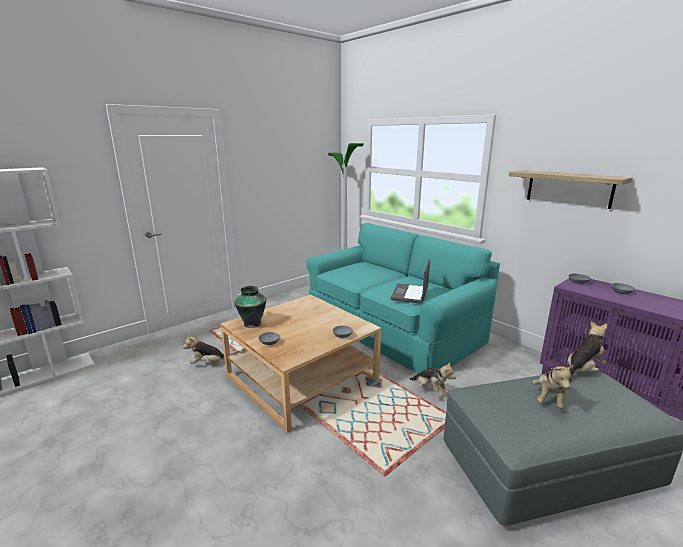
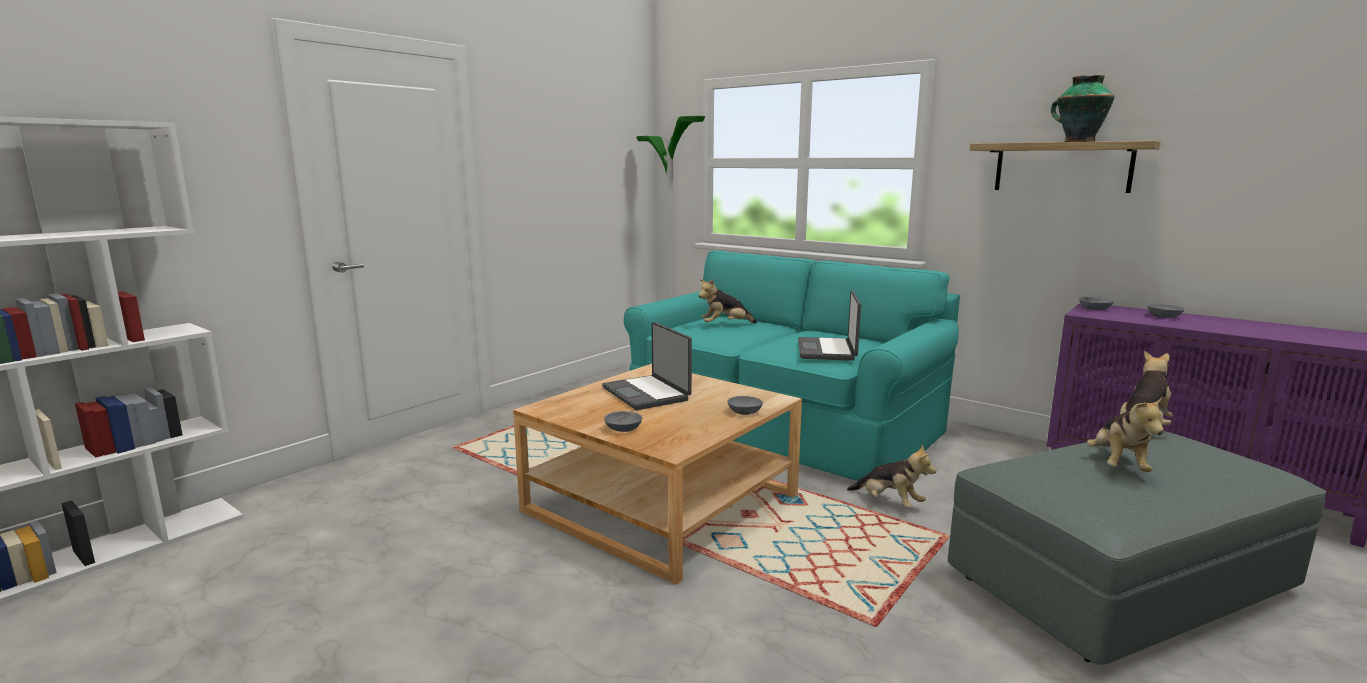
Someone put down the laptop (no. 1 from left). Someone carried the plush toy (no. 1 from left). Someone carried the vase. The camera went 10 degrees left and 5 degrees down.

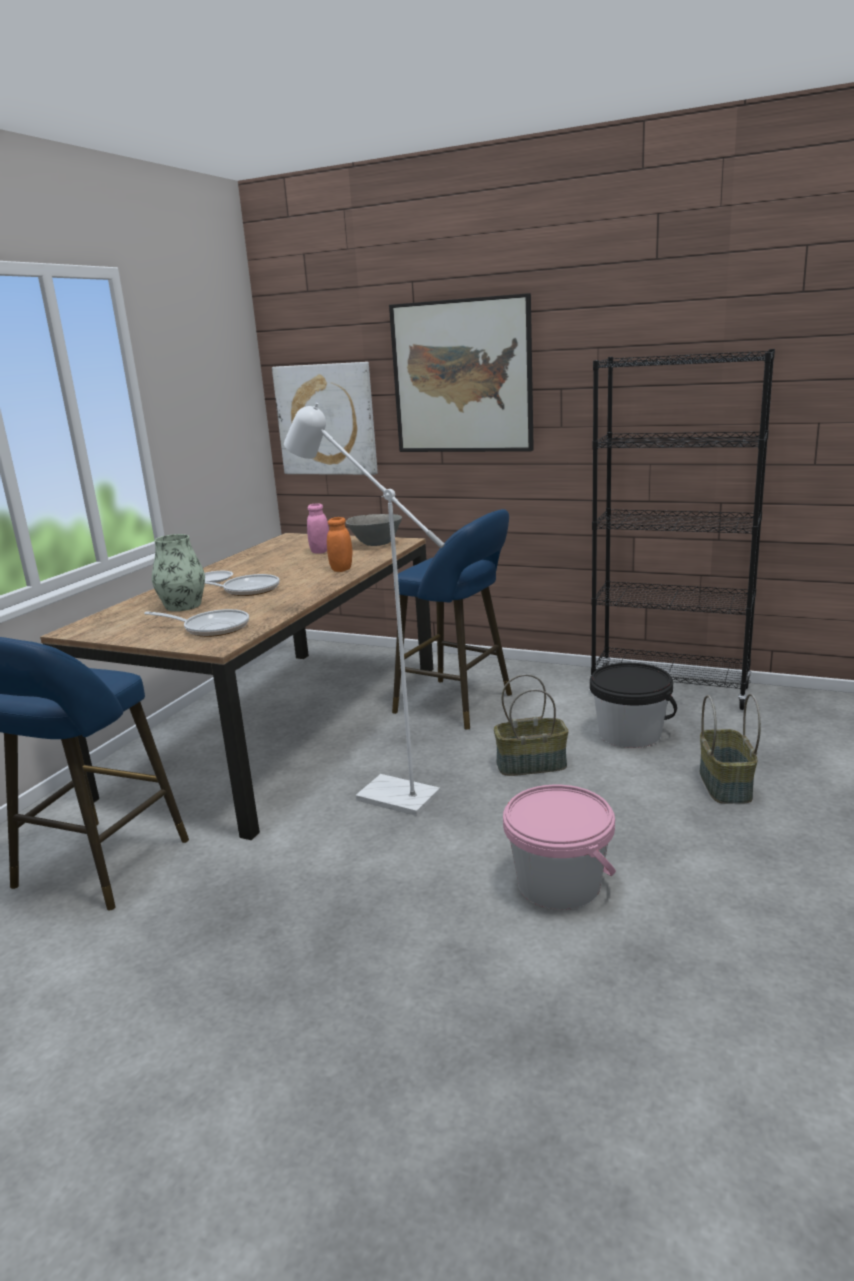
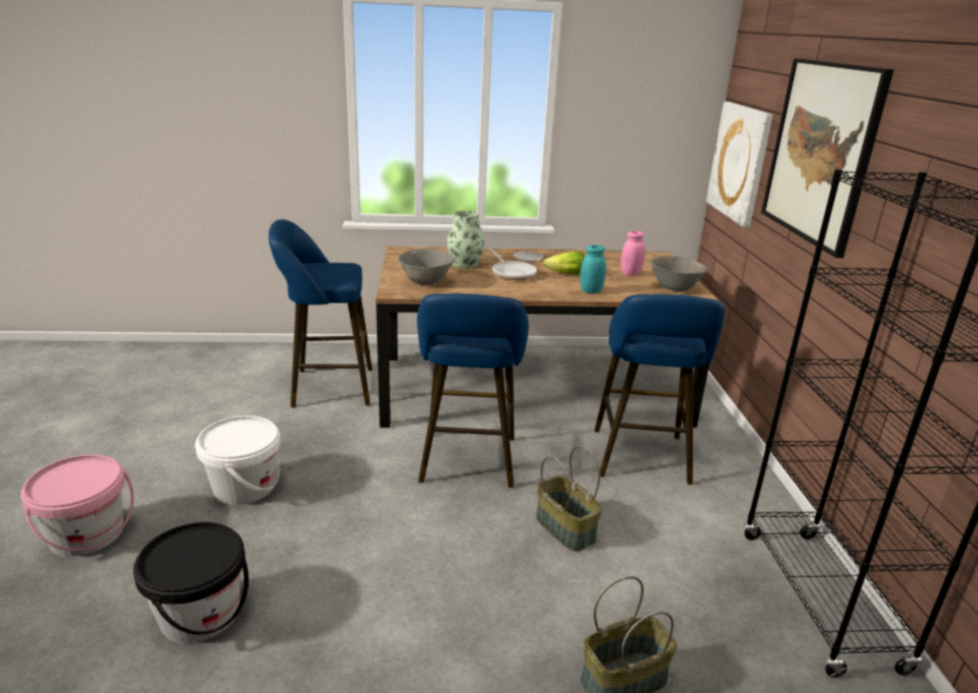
Someone carried the bucket/pink. Someone carried the bucket/black. Someone put down the bucket/white. Someone swapped the frying pan (no. 1 from left) for the bowl/grey (no. 1 from left). Someone swapped the floor lamp/white for the stool/blue (no. 2 from left). Someone put down the lettuce. Someone repainted the jar/orange, which became the jar/turquoise. The camera went 60 degrees right and 5 degrees up.

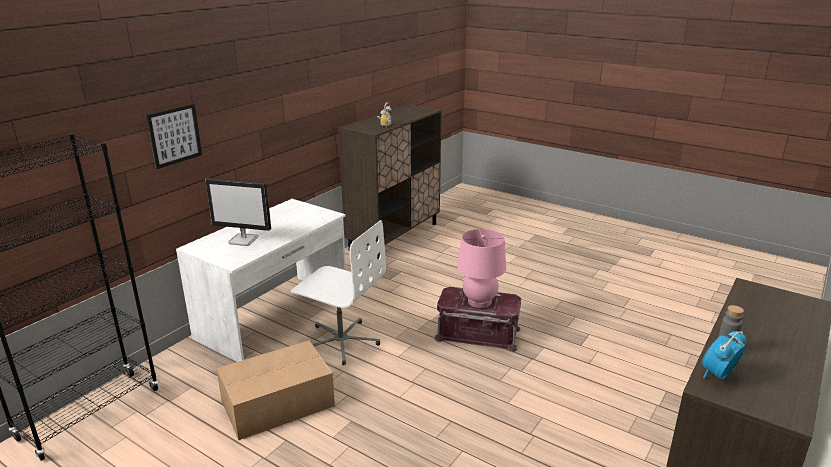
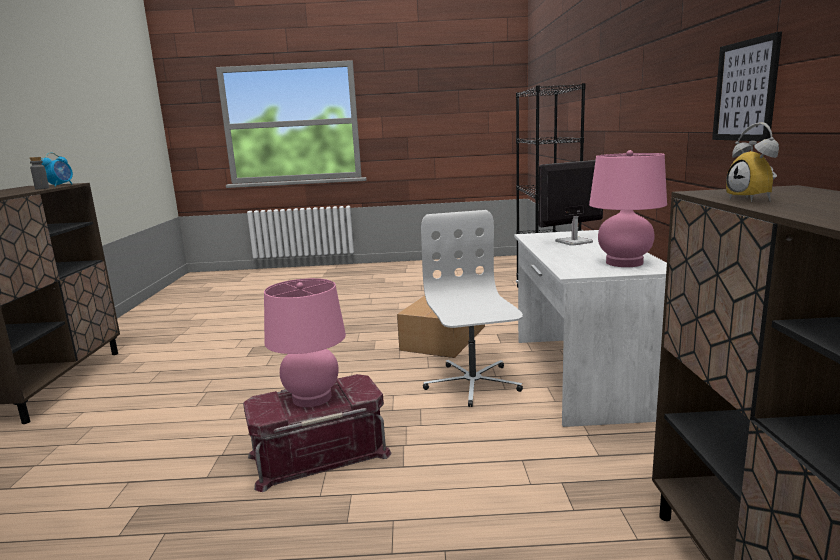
Someone rotated the office chair/white by 90 degrees clockwise. Someone put down the table lamp/pink (no. 2 from left). Someone carried the picture. The camera went 145 degrees right and 10 degrees down.

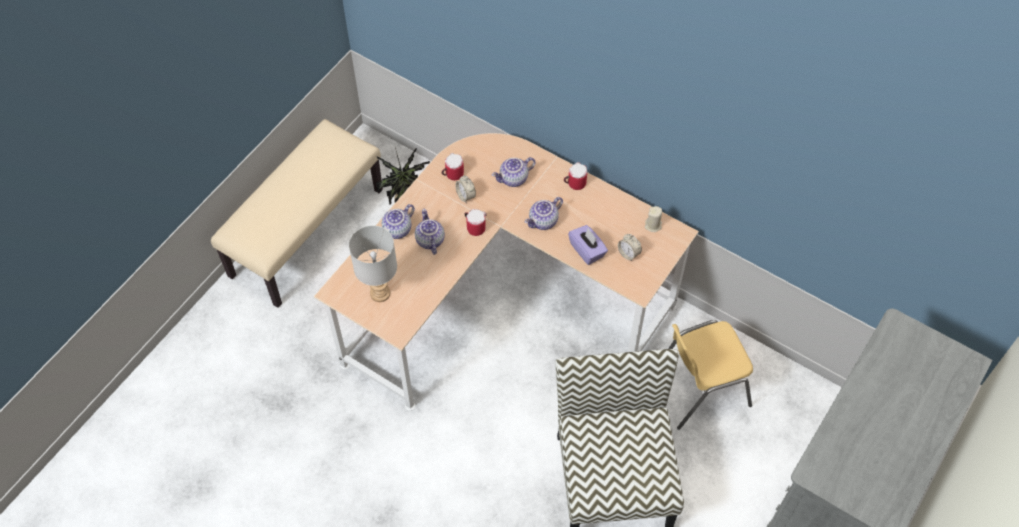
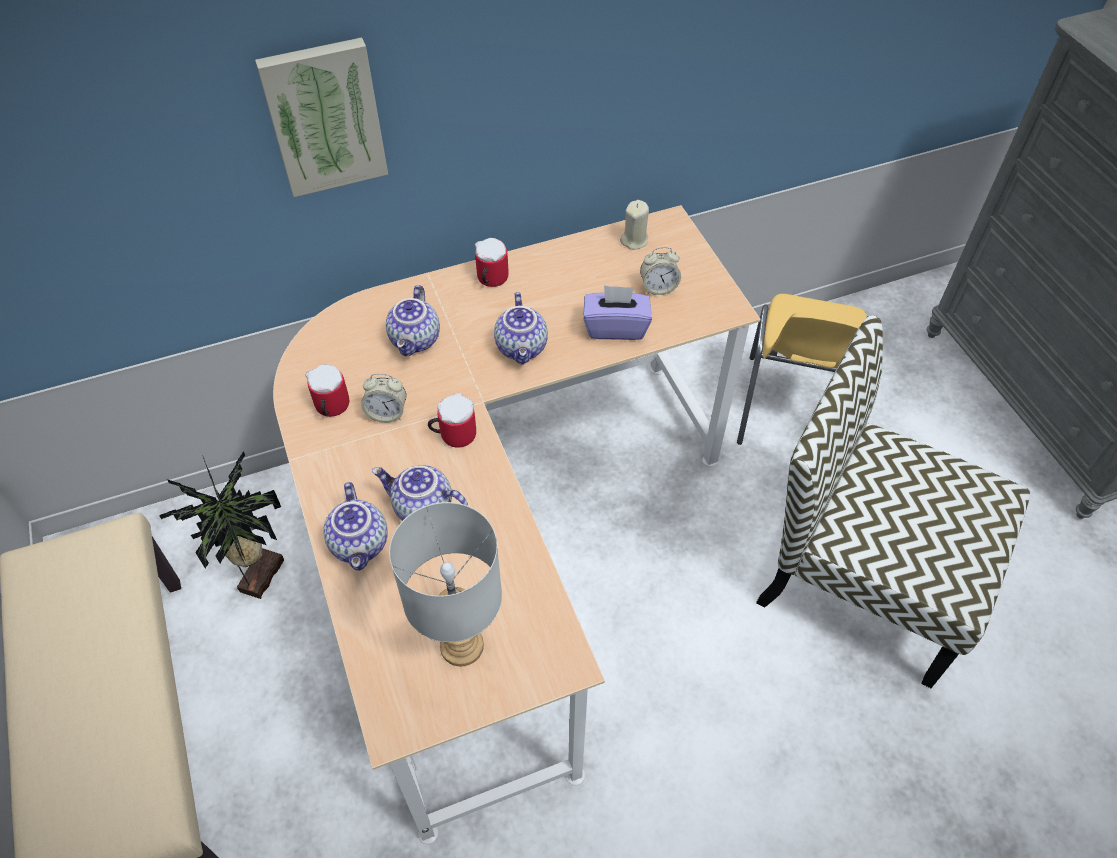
Someone put up the picture. The camera went 55 degrees left and 5 degrees down.

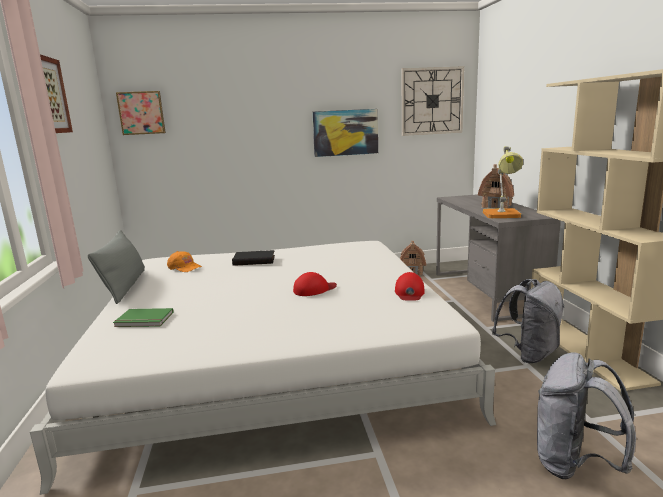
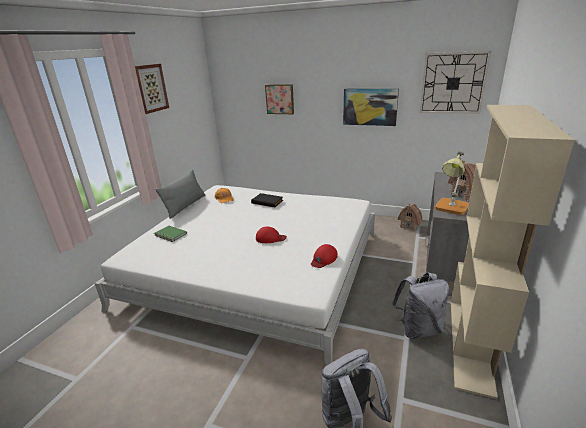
Someone carried the picture (no. 2 from left). The camera went 30 degrees right and 10 degrees up.

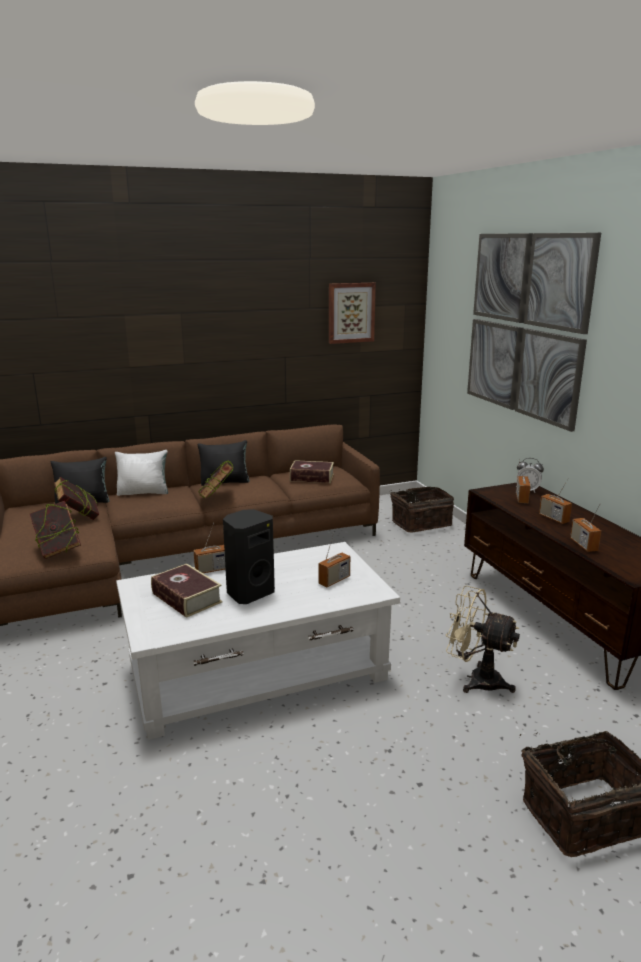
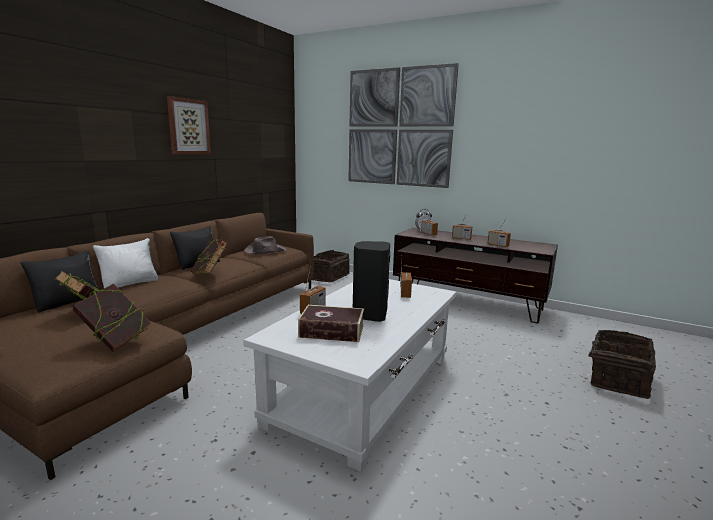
Someone carried the picture (no. 1 from left). Someone swapped the book (no. 5 from left) for the hat/brown. Someone took away the fan/beige. The camera went 40 degrees left and 5 degrees down.

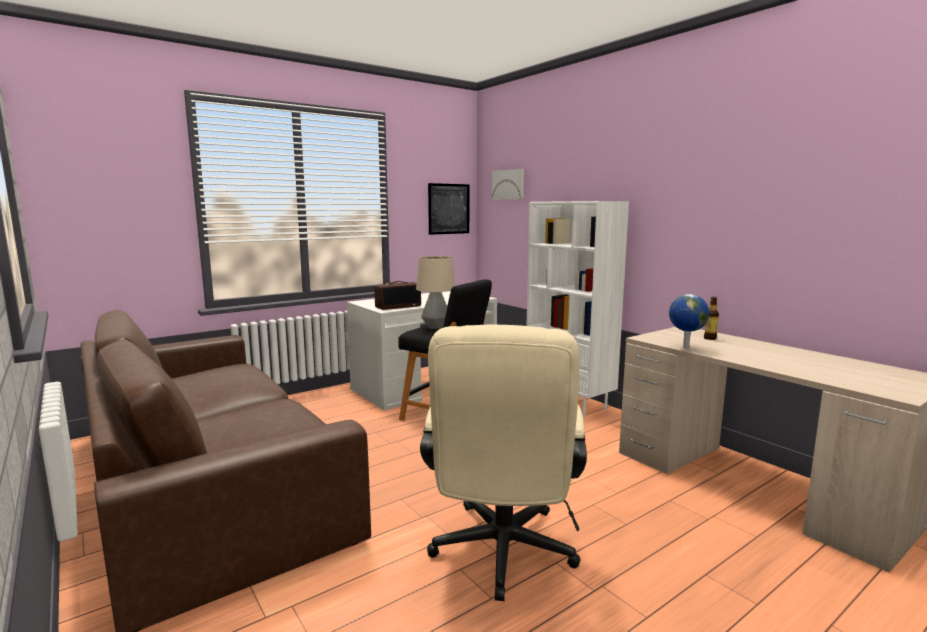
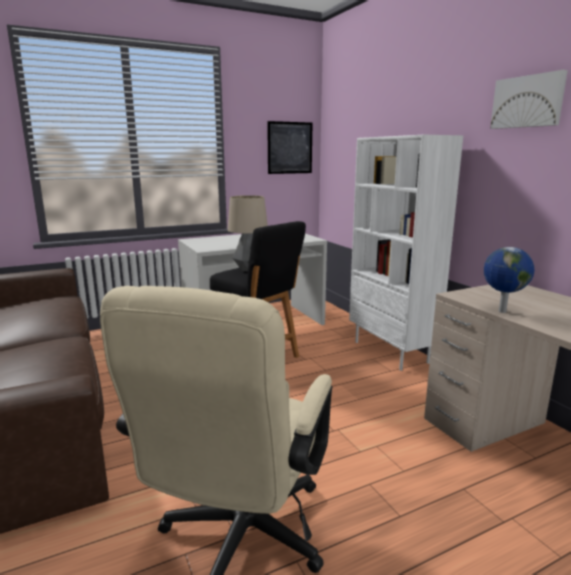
Someone carried the picture (no. 2 from left). Someone took away the radio. Someone took away the bottle. The camera went 10 degrees right and 5 degrees up.

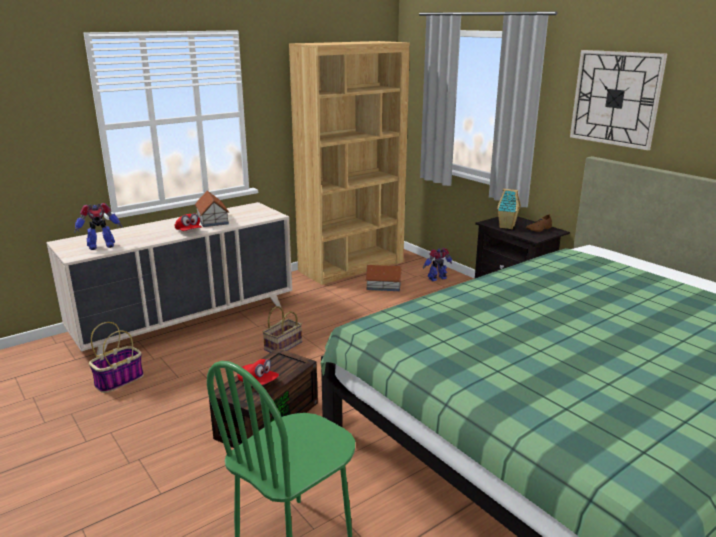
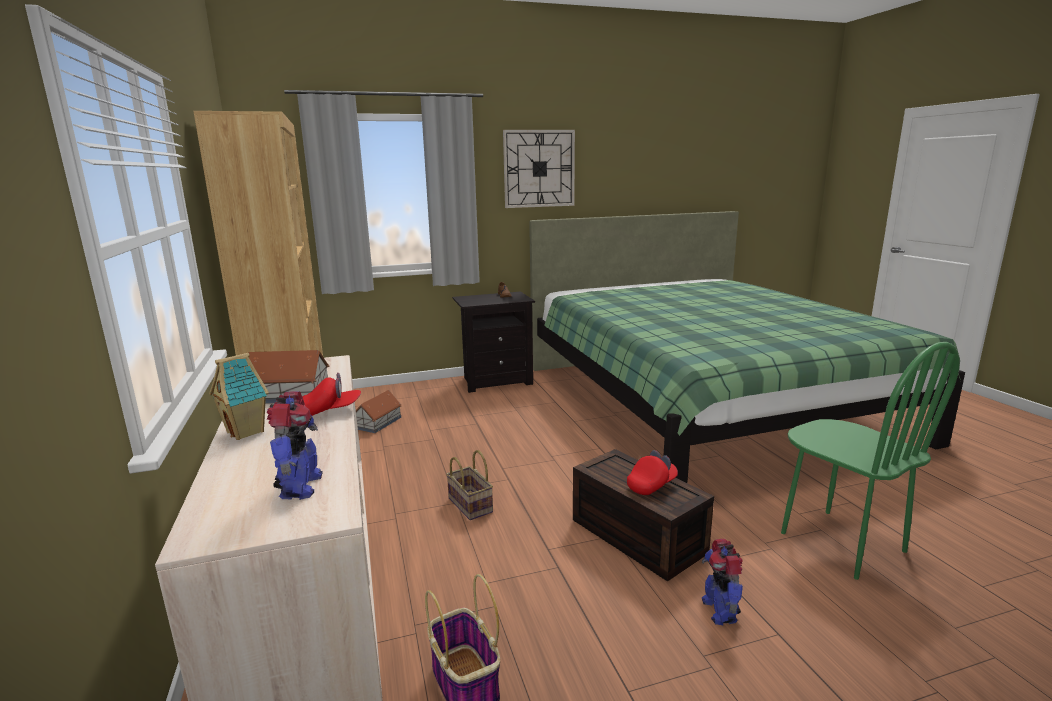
Someone carried the toy house (no. 3 from left in the first image). Someone carried the toy robot (no. 2 from left). The camera went 70 degrees left and 5 degrees down.

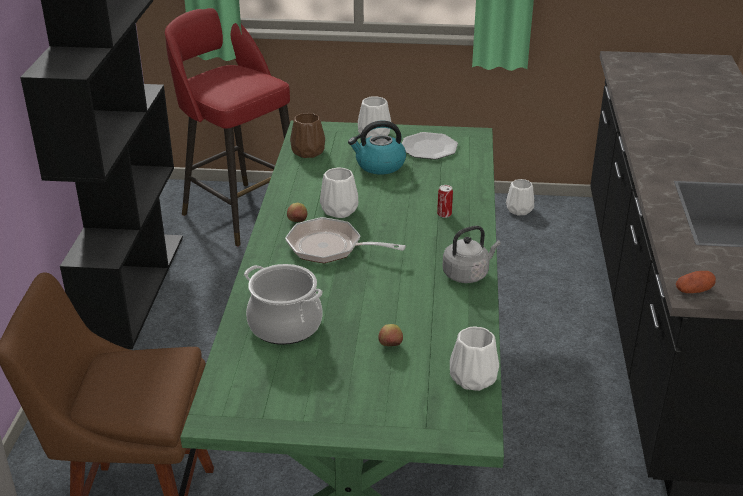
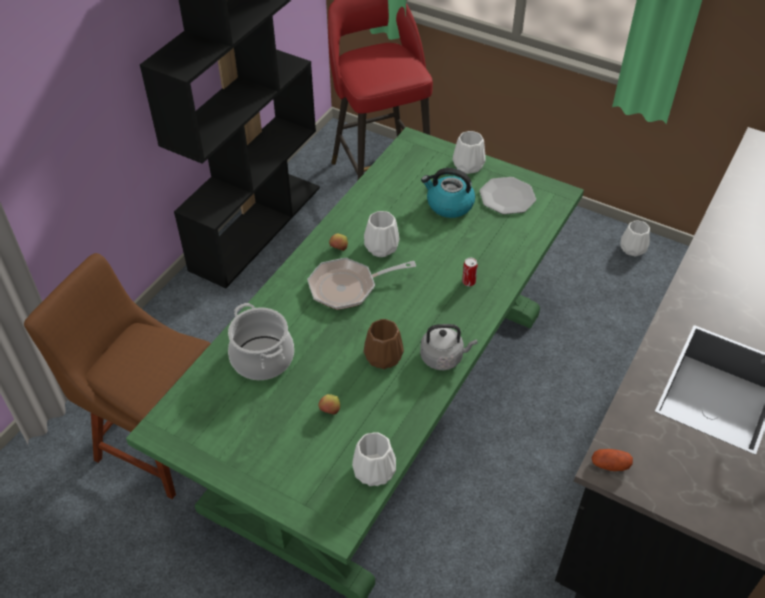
Someone rotated the frying pan by 60 degrees counterclockwise. Someone carried the vase/brown. The camera went 25 degrees right and 15 degrees up.

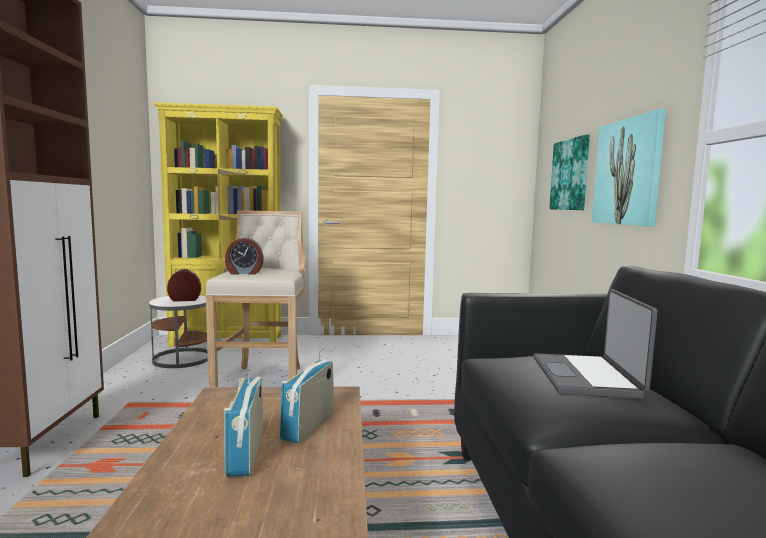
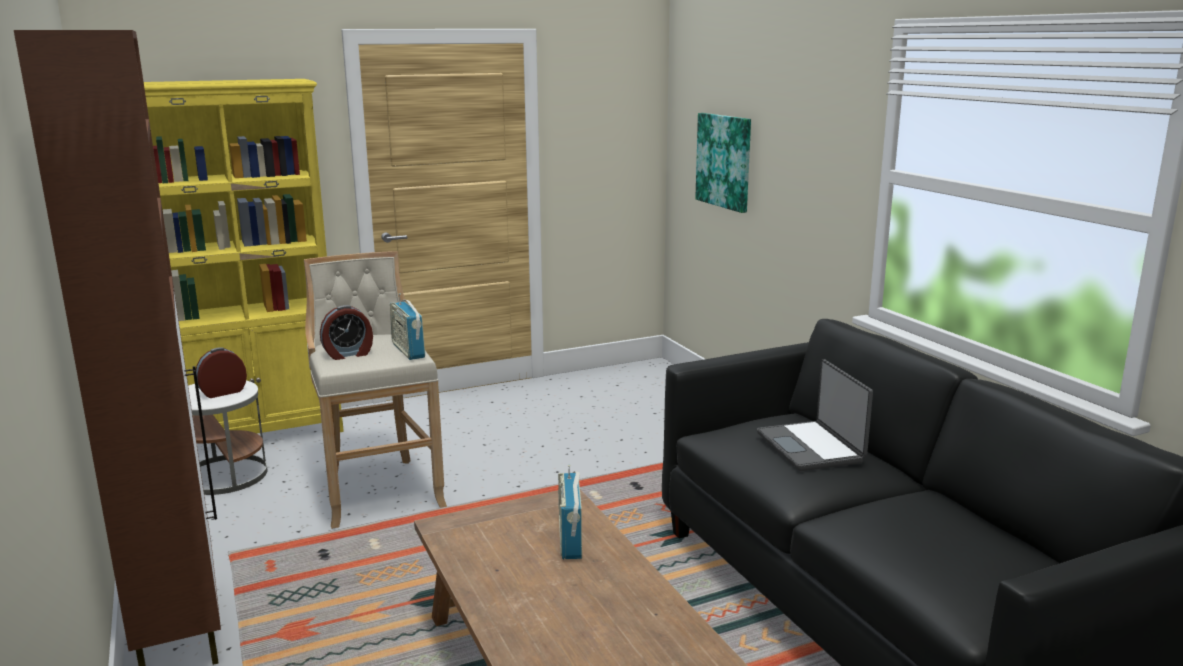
Someone carried the radio (no. 1 from left). Someone took away the picture (no. 2 from left). The camera went 20 degrees left and 10 degrees up.

